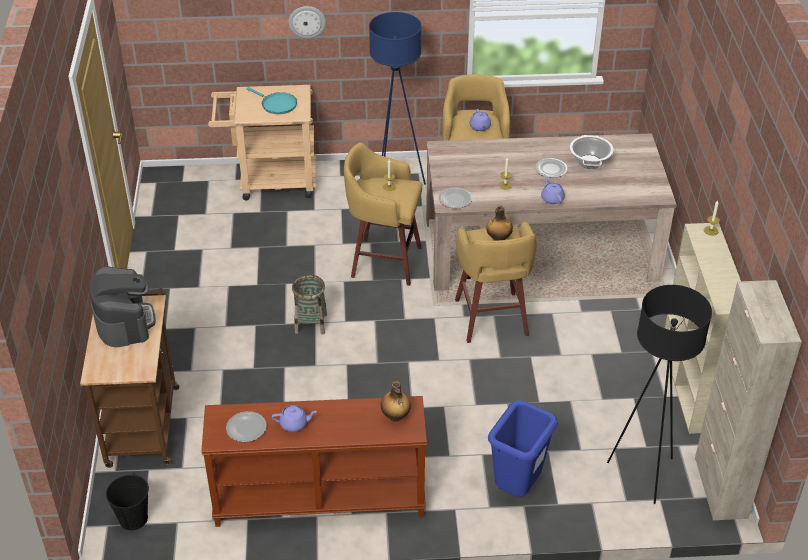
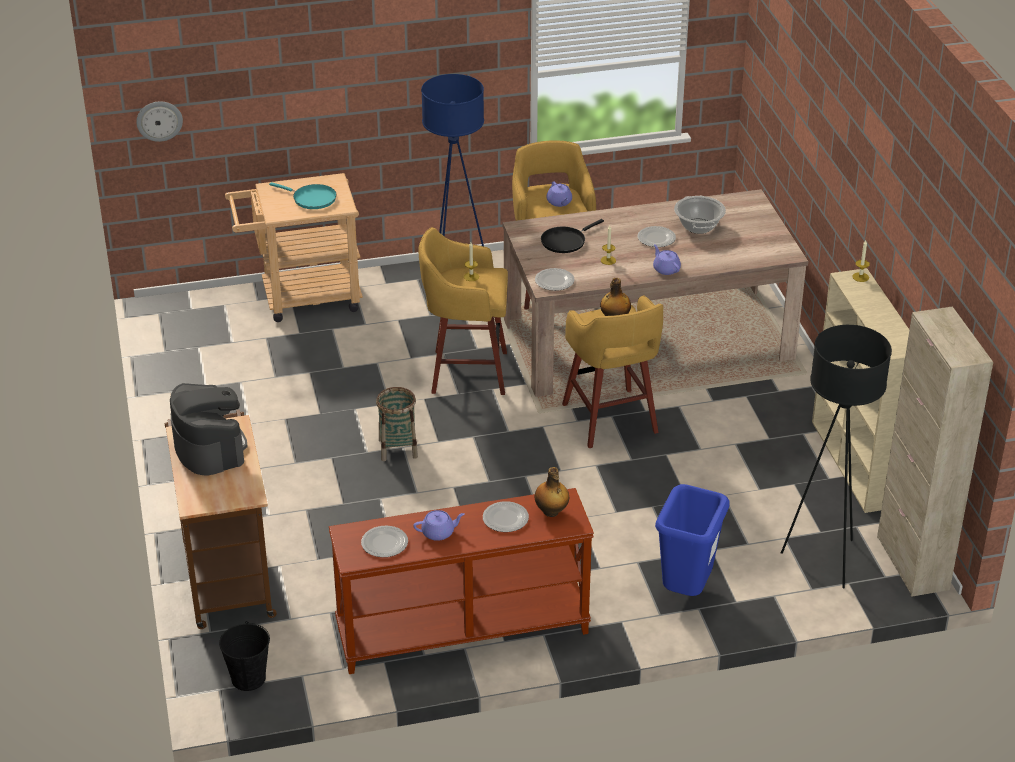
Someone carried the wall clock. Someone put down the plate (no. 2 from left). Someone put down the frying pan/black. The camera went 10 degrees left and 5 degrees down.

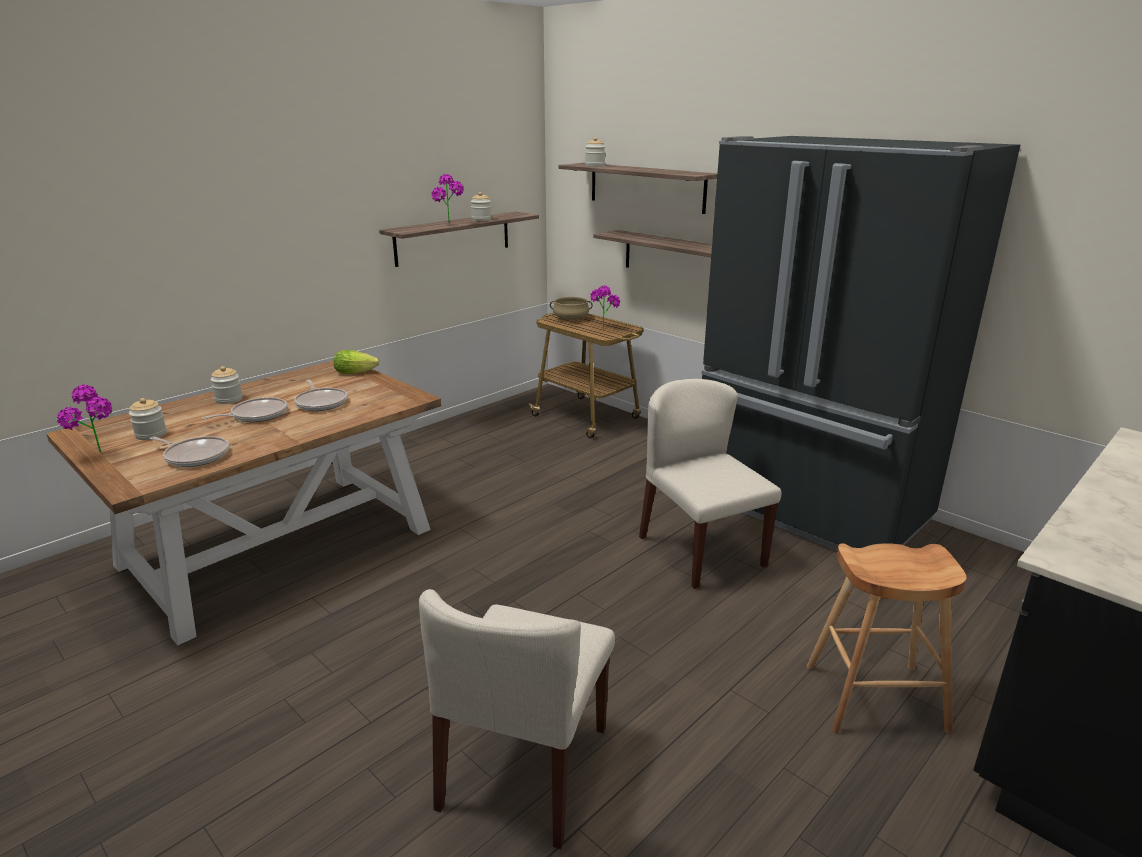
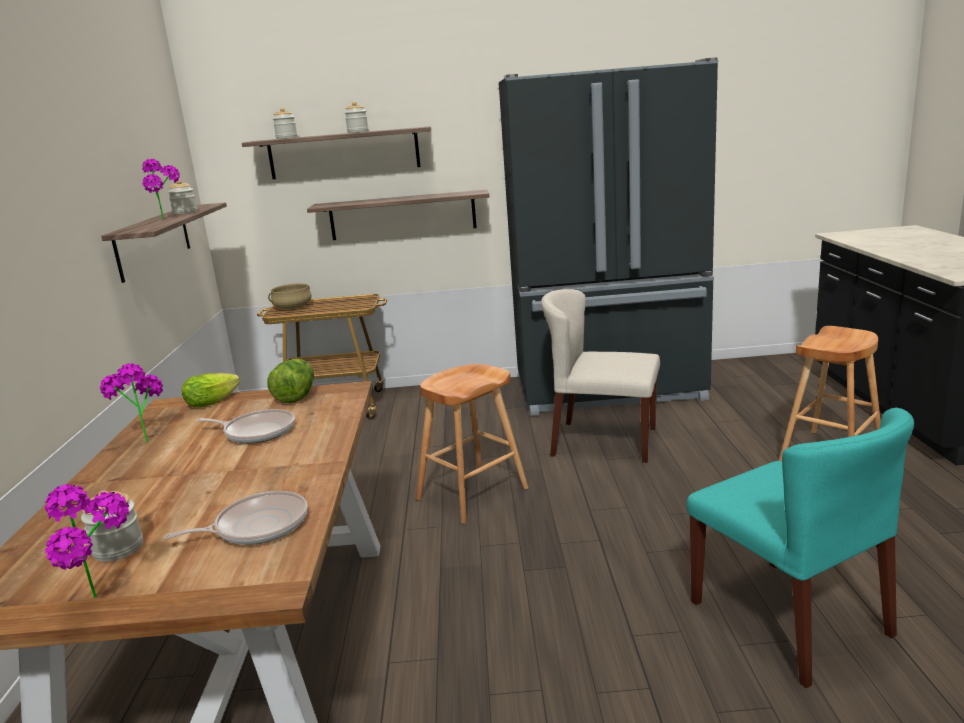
Someone carried the potted plant (no. 3 from left in the first image). Someone put down the lettuce (no. 2 from left). Someone carried the jar (no. 2 from left in the first image). Someone put down the stool/brown (no. 1 from left). Someone repainted the chair/beige (no. 1 from left), which became the chair/turquoise. Someone took away the frying pan (no. 2 from left). The camera went 45 degrees left and 5 degrees down.

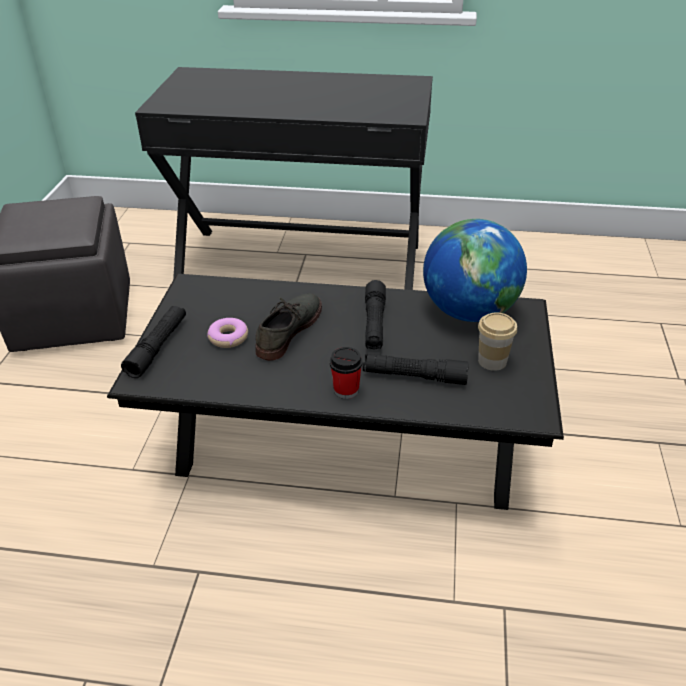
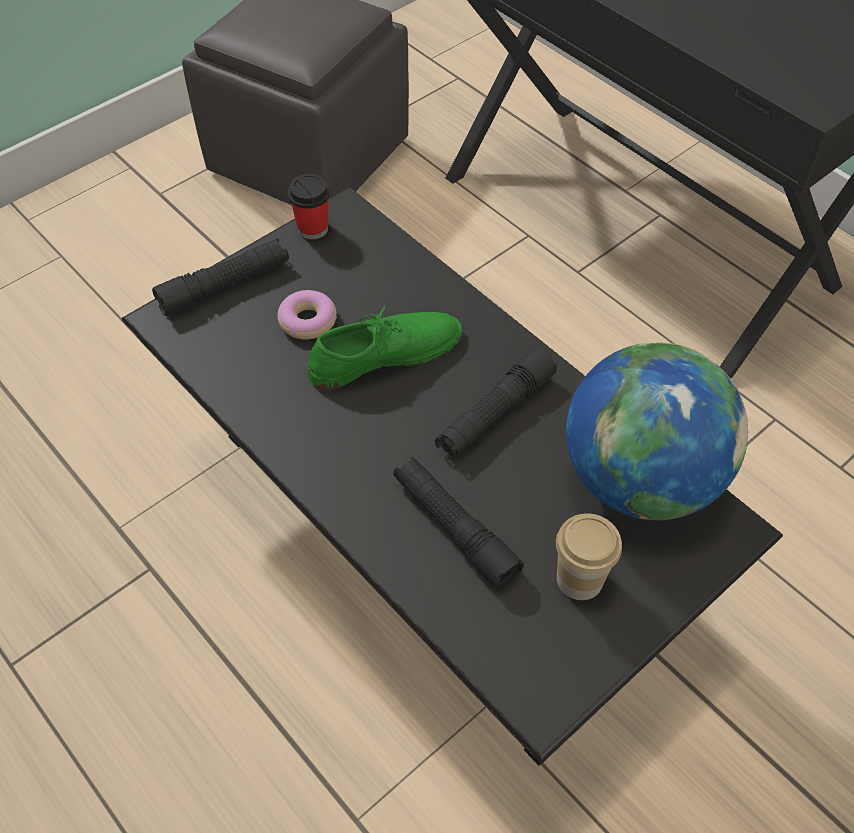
Someone carried the cup (no. 1 from left). Someone repainted the shoe/grey, which became the shoe/green. The camera went 40 degrees right and 15 degrees up.

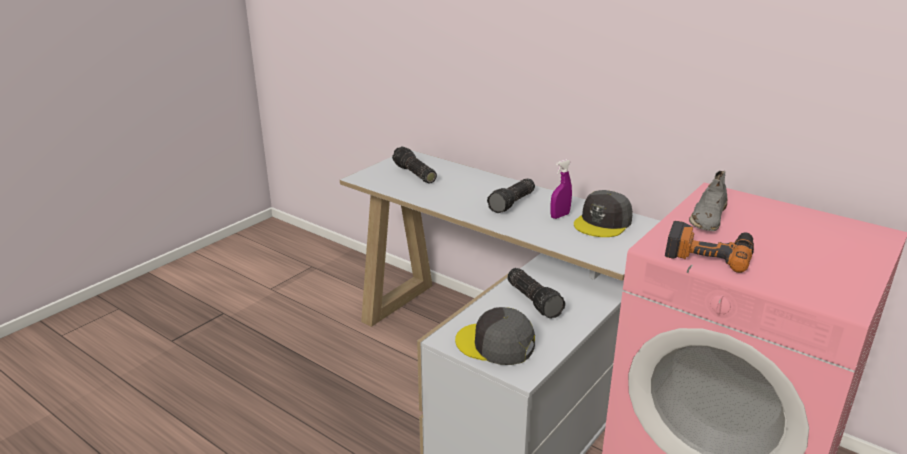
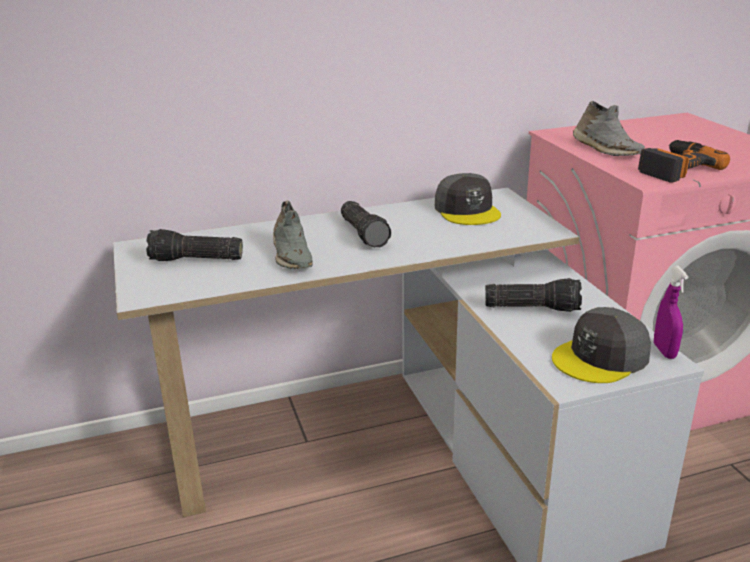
Someone put down the shoe/grey (no. 1 from left). Someone carried the spray bottle/purple. The camera went 55 degrees left and 0 degrees up.

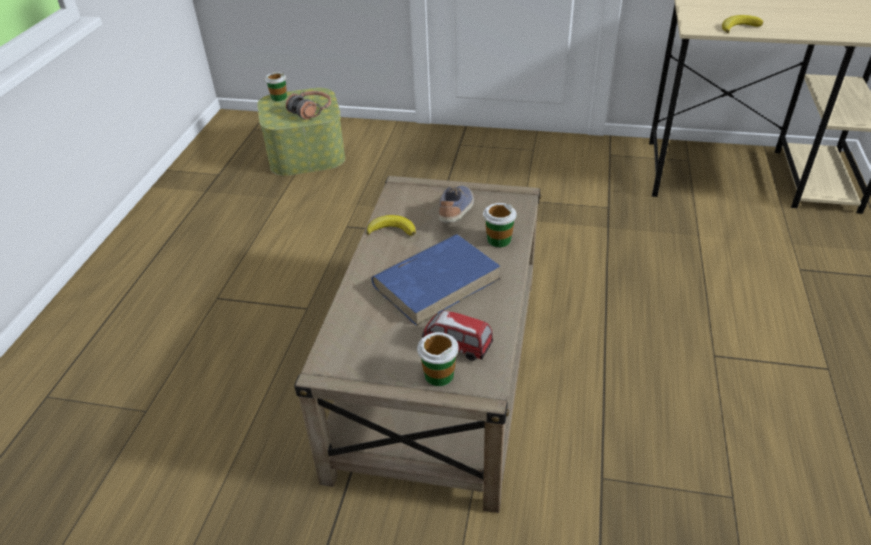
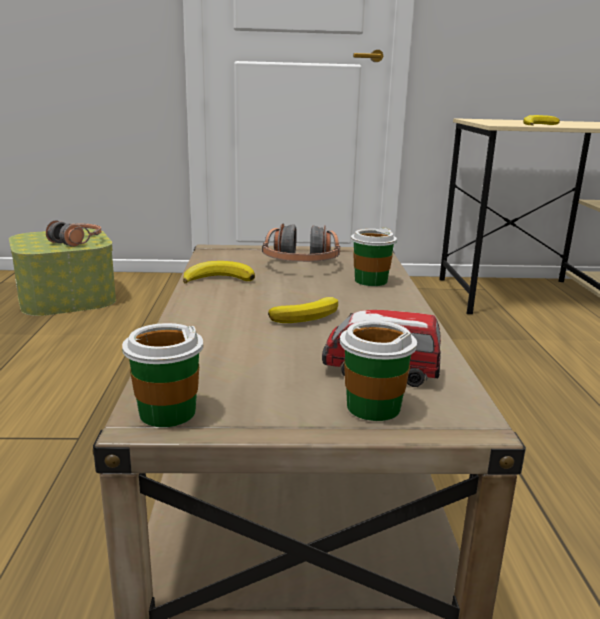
Someone carried the cup (no. 1 from left). Someone swapped the shoe for the headphones (no. 2 from left). Someone swapped the book/blue for the banana (no. 2 from left). The camera went 15 degrees left and 20 degrees down.

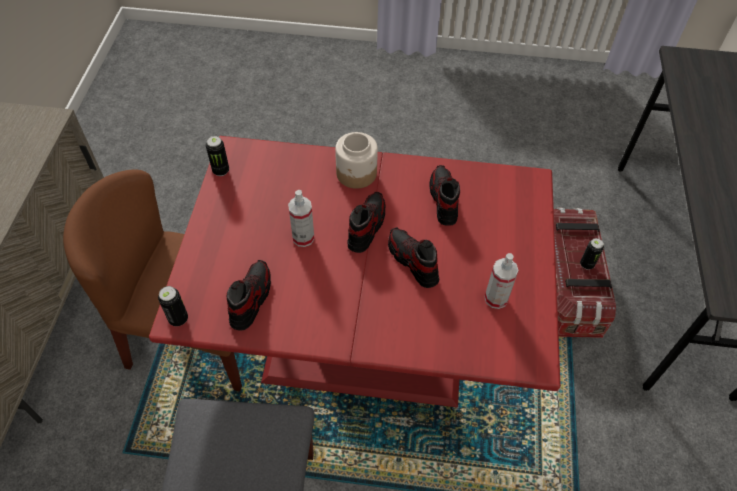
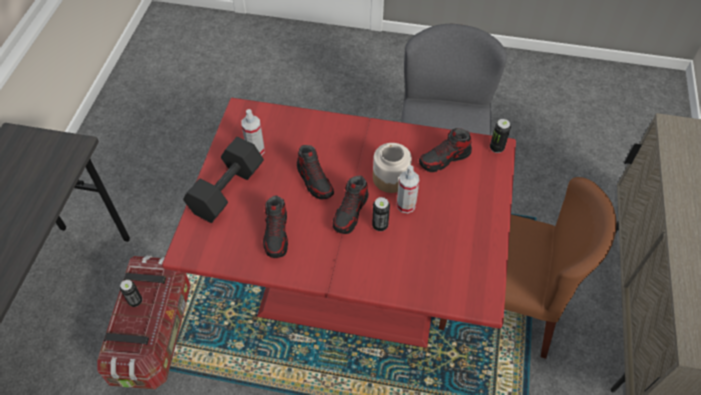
Someone put down the dumbbell/black. Someone carried the can (no. 2 from left). Someone carried the jar. Someone rotated the shoe (no. 1 from left in the first image) by 45 degrees clockwise. The camera went 175 degrees left and 0 degrees up.

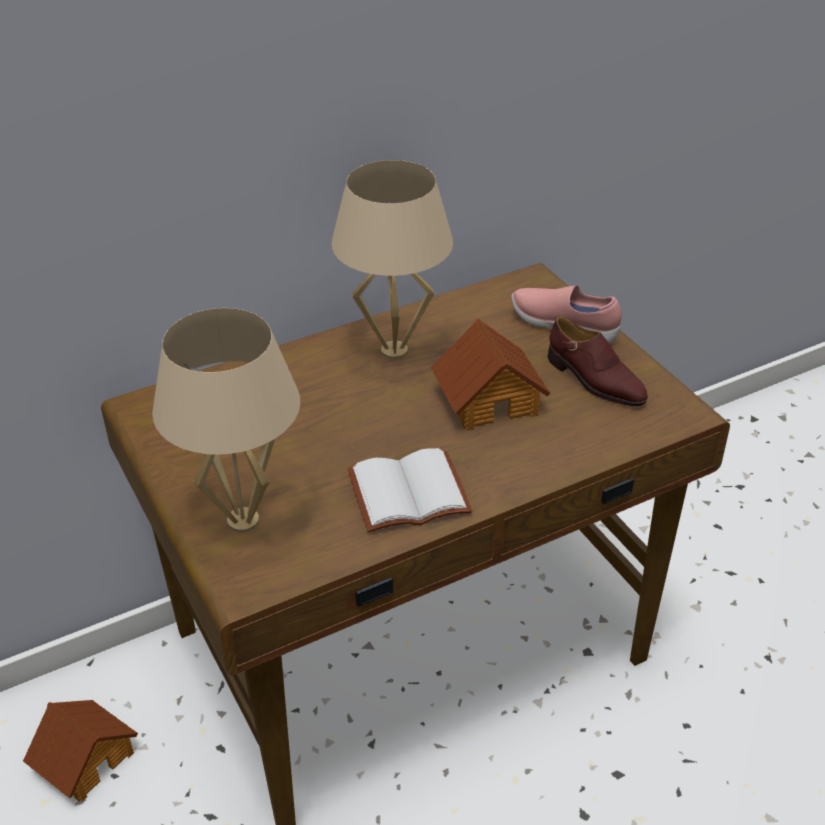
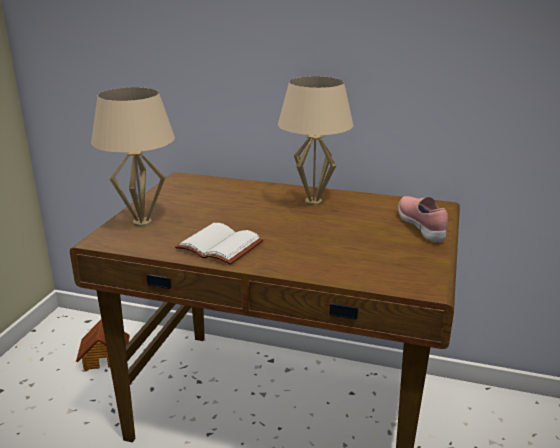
Someone took away the toy house (no. 2 from left). Someone took away the shoe/brown. The camera went 45 degrees right and 15 degrees down.

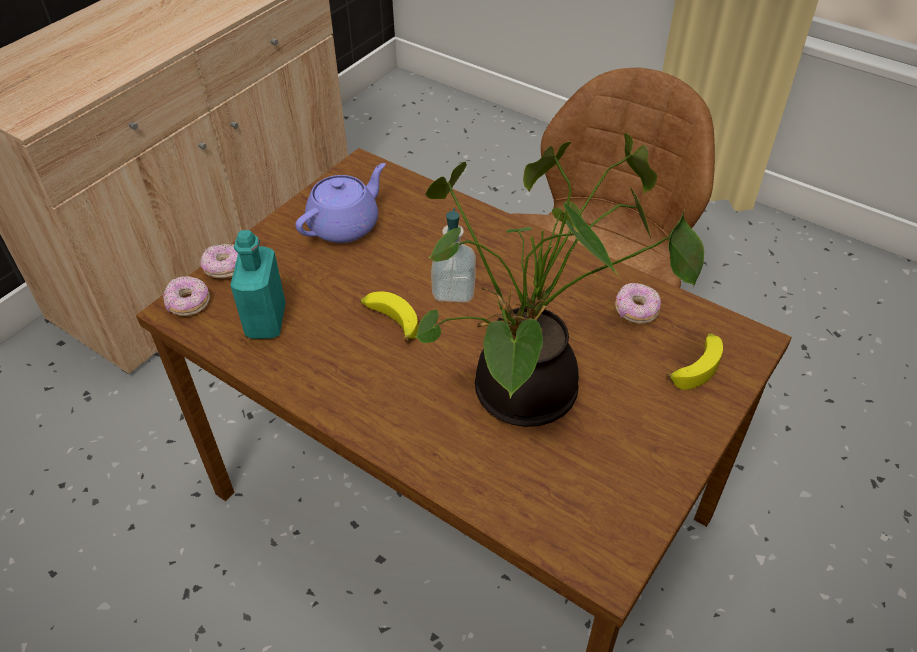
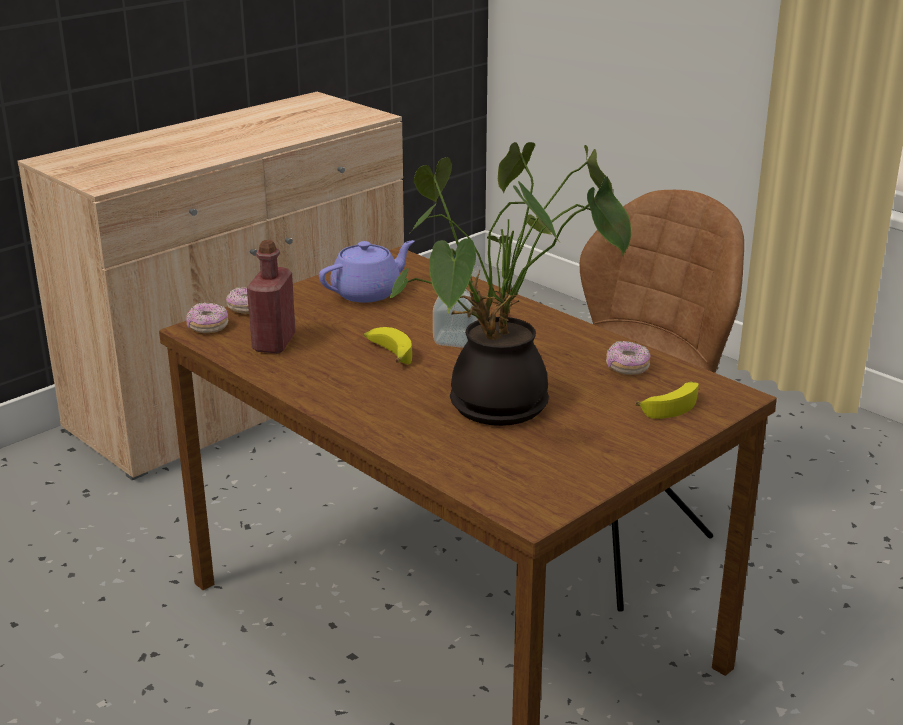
Someone repainted the bottle/turquoise, which became the bottle/red. The camera went 10 degrees right and 20 degrees down.

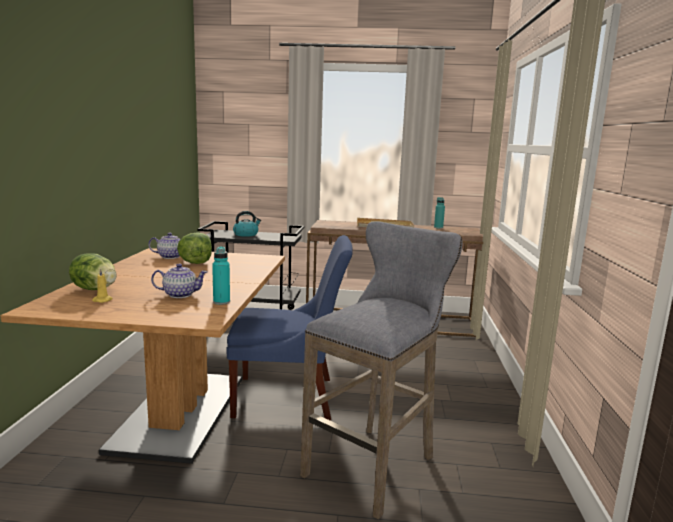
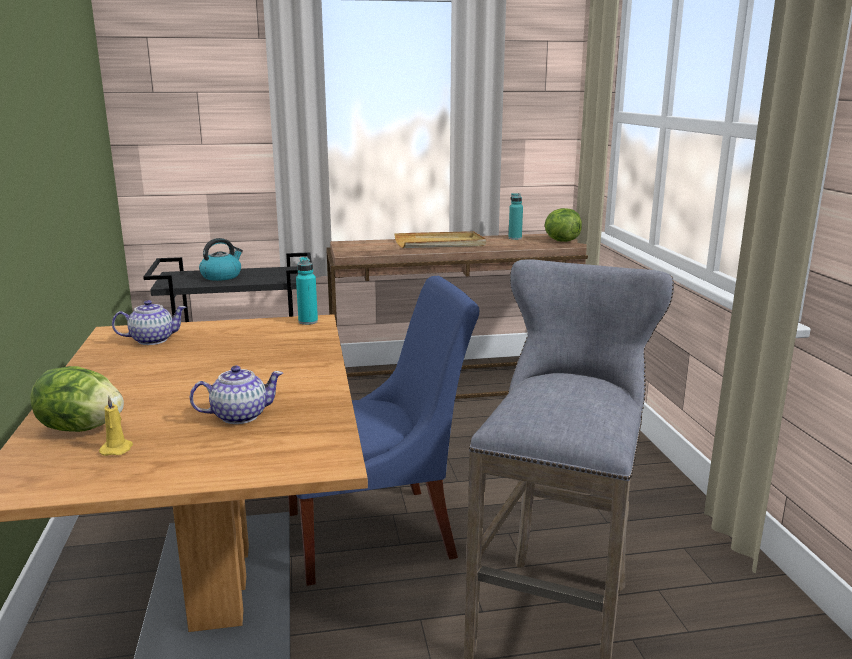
Someone carried the bottle/turquoise (no. 1 from left). Someone carried the lettuce (no. 2 from left). The camera went 15 degrees left and 5 degrees up.

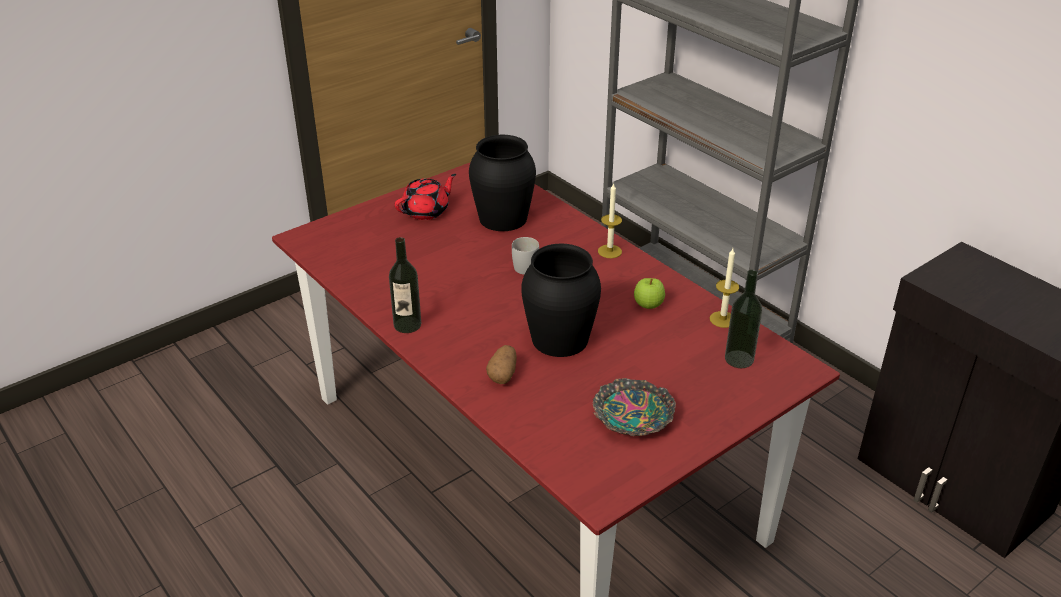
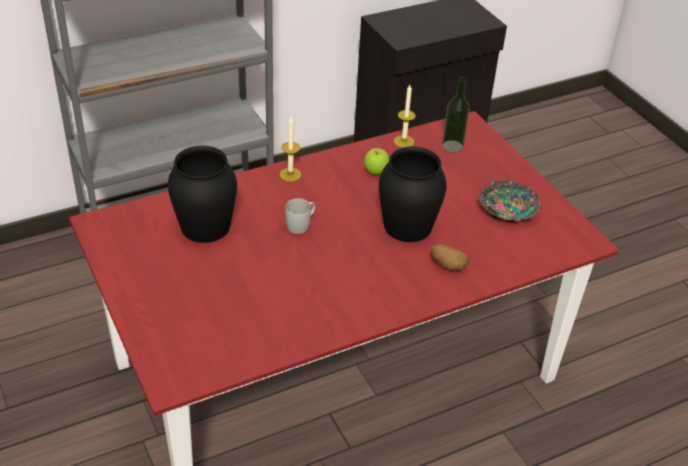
Someone took away the bottle (no. 1 from left). Someone took away the teapot/red. The camera went 80 degrees left and 5 degrees up.

